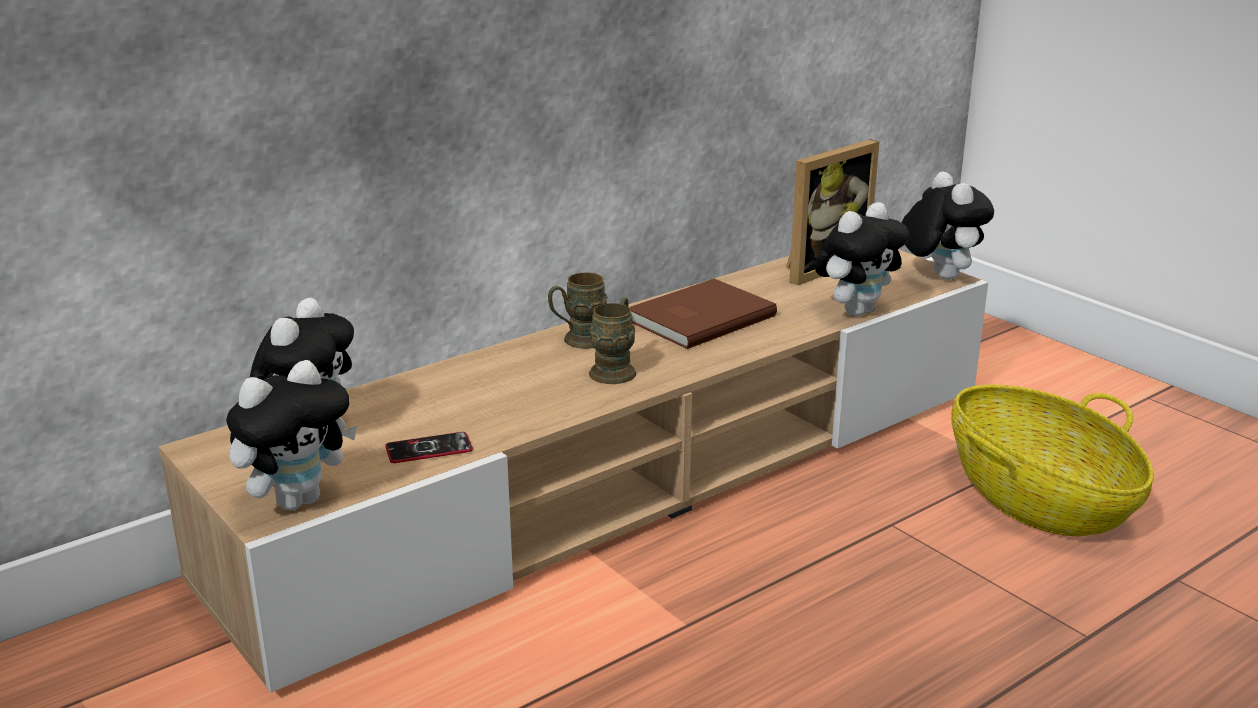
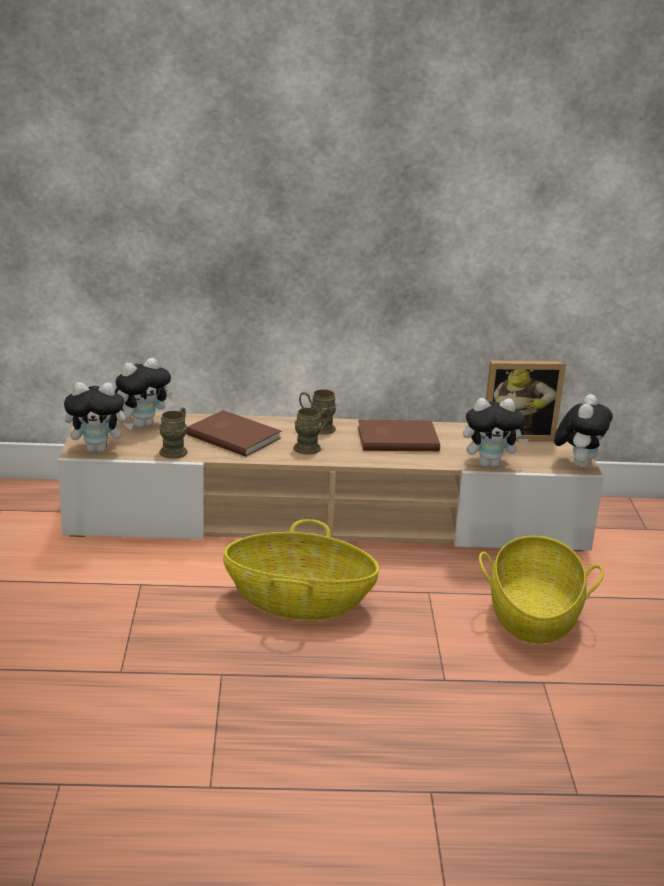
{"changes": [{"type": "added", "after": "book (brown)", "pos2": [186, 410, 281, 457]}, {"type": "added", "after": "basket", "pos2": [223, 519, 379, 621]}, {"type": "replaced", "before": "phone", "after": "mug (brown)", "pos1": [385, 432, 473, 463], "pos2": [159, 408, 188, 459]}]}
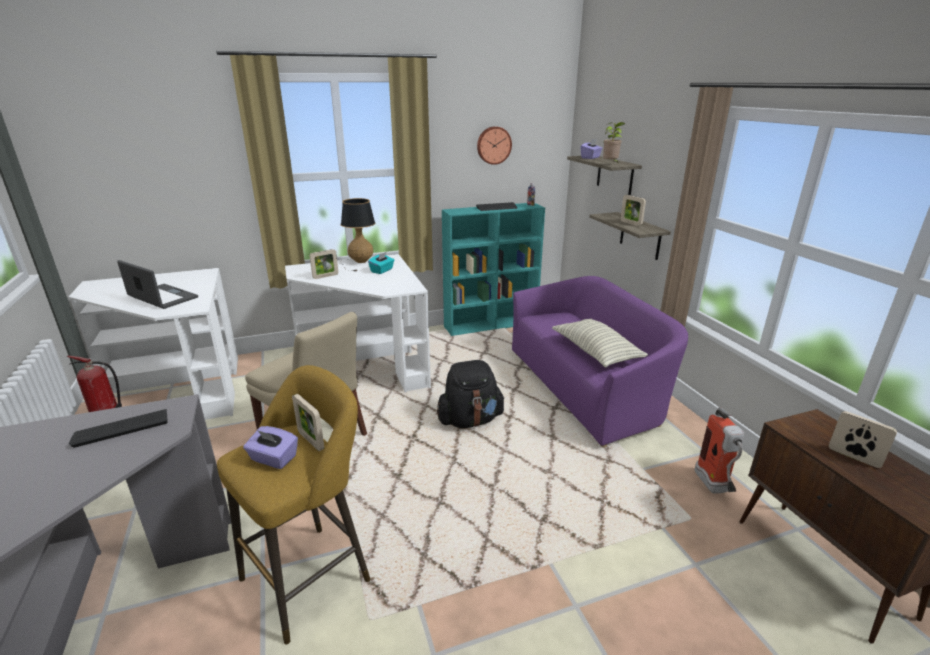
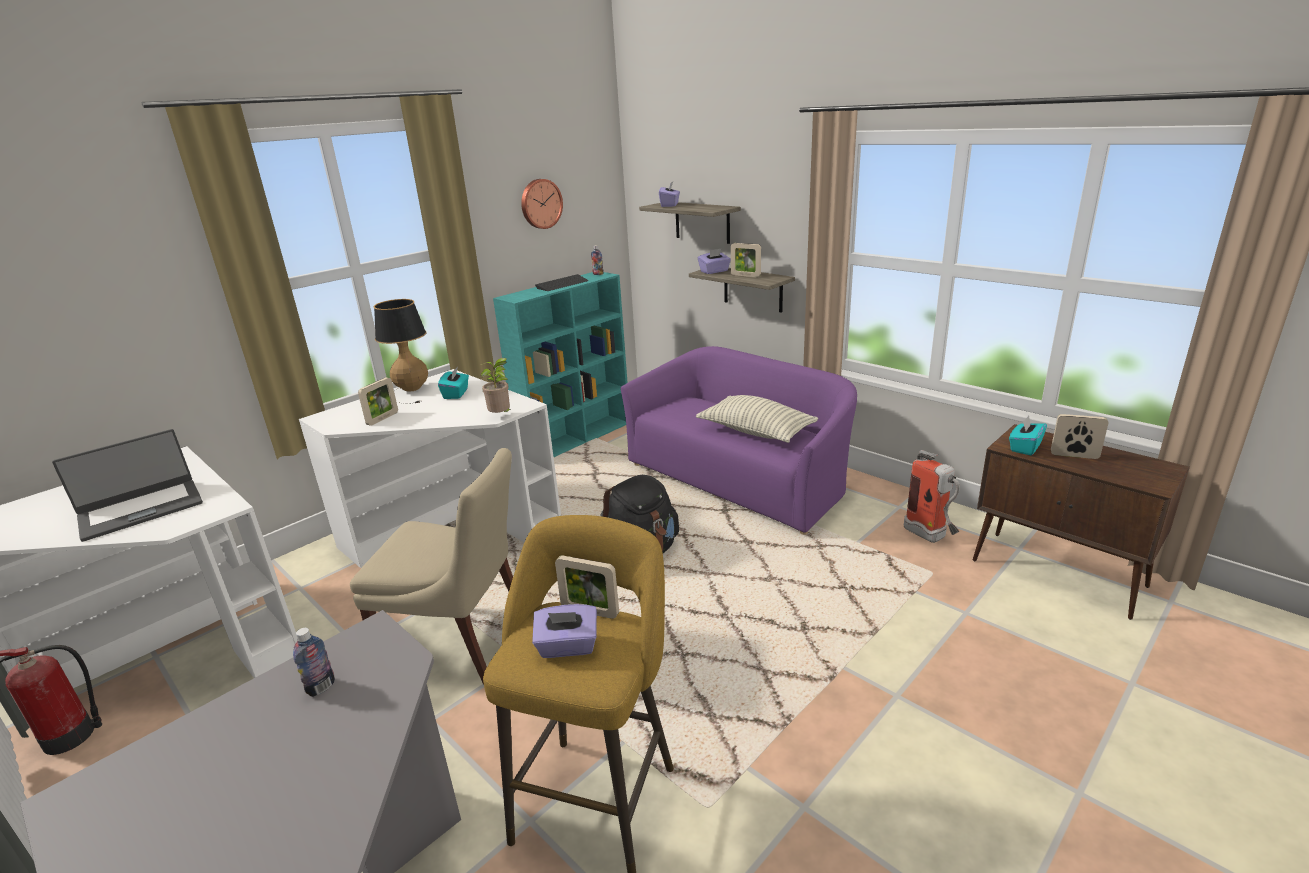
{"changes": [{"type": "added", "after": "tissue box (purple)", "pos2": [698, 249, 731, 274]}, {"type": "added", "after": "tissue box (turquoise)", "pos2": [1009, 416, 1047, 455]}, {"type": "moved", "before": "potted plant", "pos1": [603, 122, 625, 162], "pos2": [481, 358, 512, 413]}, {"type": "replaced", "before": "keyboard", "after": "bottle", "pos1": [69, 409, 168, 448], "pos2": [293, 628, 335, 697]}, {"type": "turned", "before": "laptop", "pos1": [117, 260, 198, 309], "pos2": [52, 429, 203, 542], "turn": 135}]}
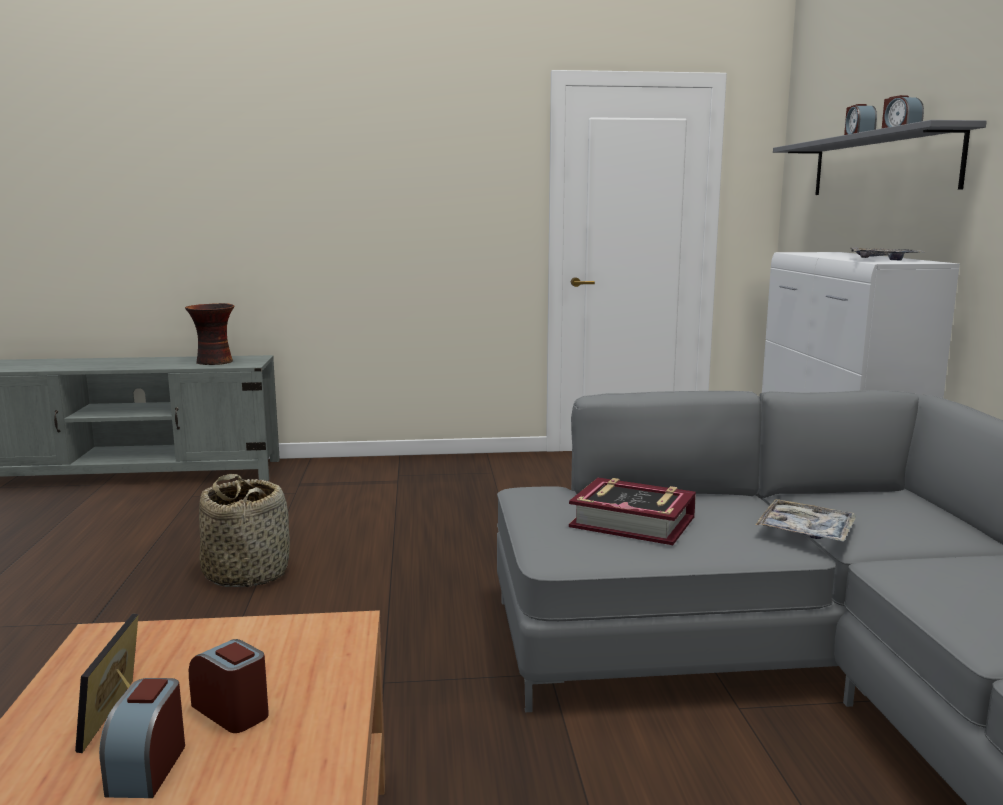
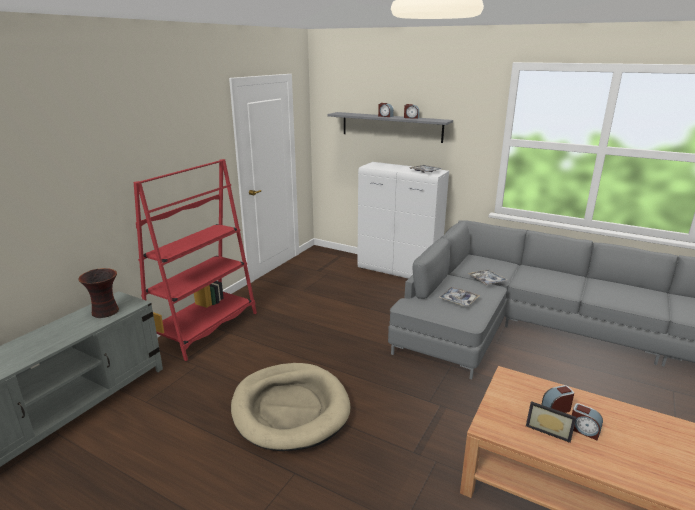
{"changes": [{"type": "added", "after": "bookcase (red)", "pos2": [134, 159, 257, 361]}, {"type": "replaced", "before": "basket", "after": "dog bed (beige)", "pos1": [199, 474, 290, 587], "pos2": [231, 363, 351, 451]}, {"type": "replaced", "before": "book", "after": "tray", "pos1": [569, 478, 696, 545], "pos2": [439, 287, 480, 307]}]}
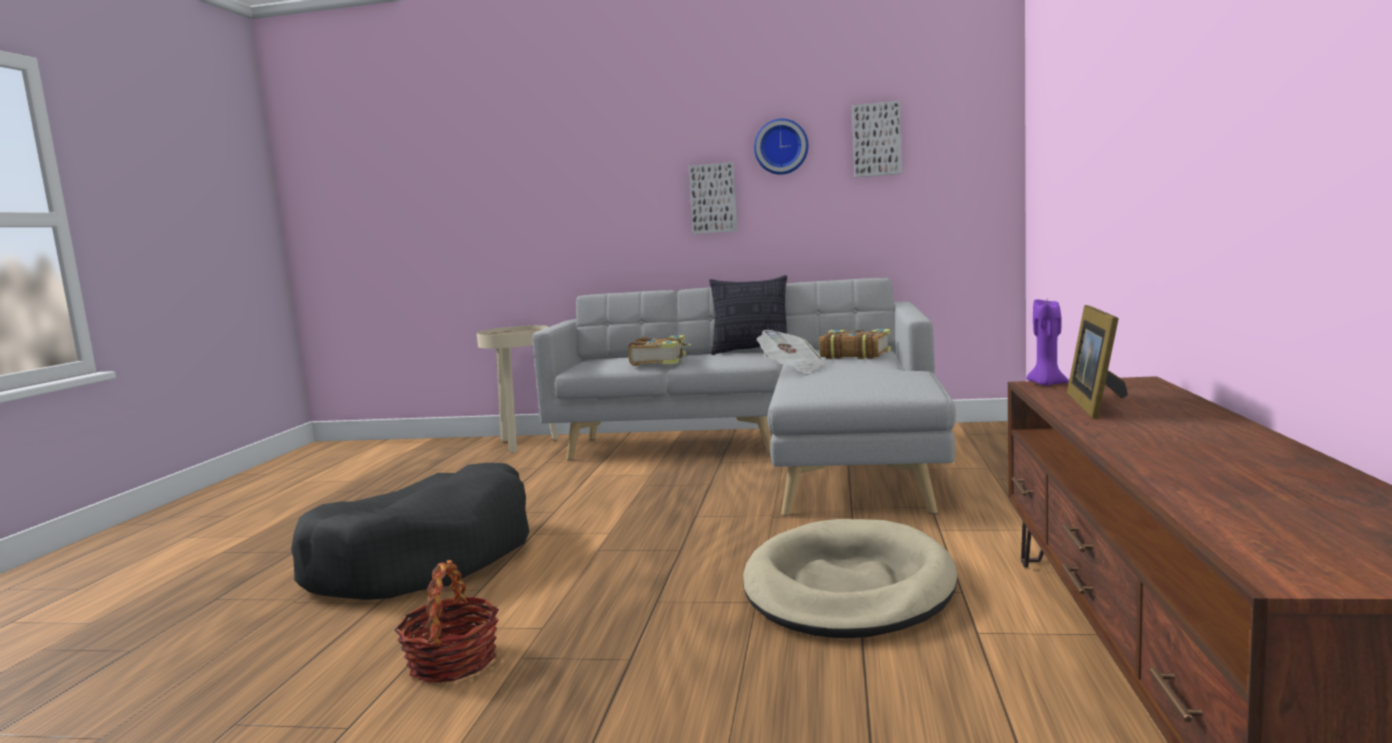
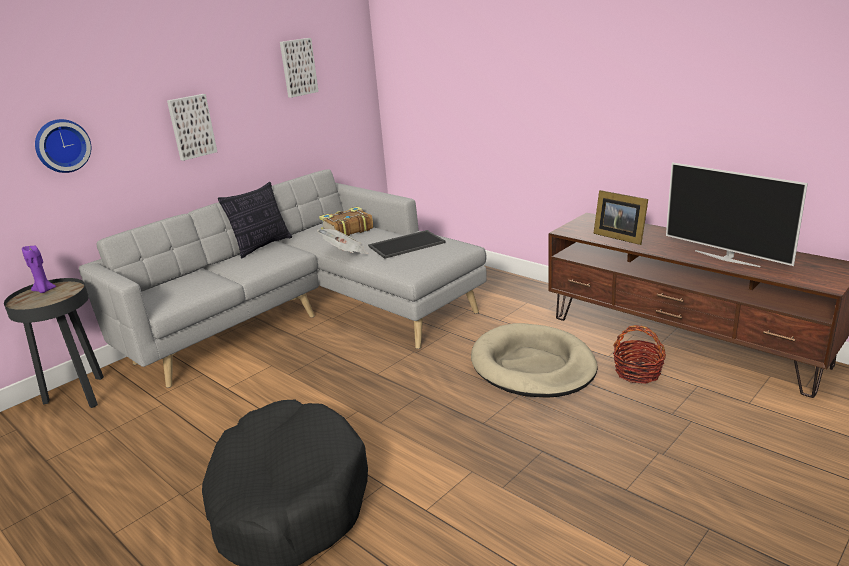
{"changes": [{"type": "removed", "before": "book", "pos1": [628, 335, 691, 366]}, {"type": "added", "after": "tray", "pos2": [368, 230, 446, 259]}, {"type": "added", "after": "television", "pos2": [666, 163, 808, 267]}, {"type": "moved", "before": "basket", "pos1": [395, 560, 499, 683], "pos2": [613, 325, 666, 384]}, {"type": "moved", "before": "wall clock", "pos1": [754, 119, 808, 175], "pos2": [35, 119, 91, 173]}, {"type": "moved", "before": "candle (purple)", "pos1": [1026, 299, 1069, 386], "pos2": [22, 246, 56, 293]}, {"type": "recoloured", "before": "side table (beige)", "after": "side table (black)", "pos1": [477, 325, 558, 453], "pos2": [4, 278, 104, 408]}]}
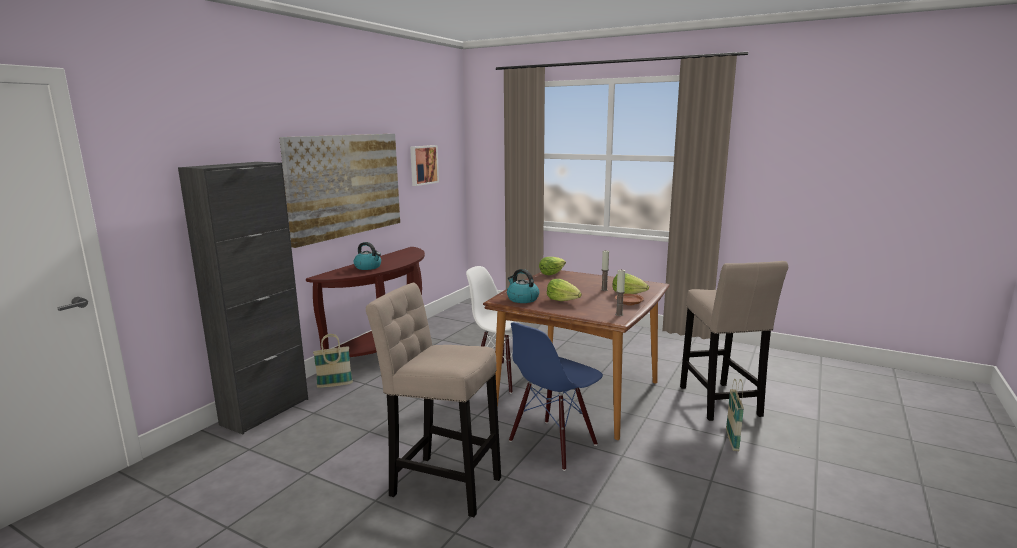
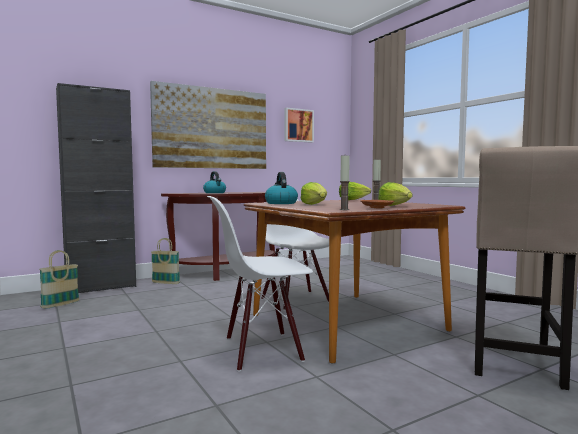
{"changes": [{"type": "removed", "before": "stool (beige)", "pos1": [366, 283, 501, 517]}, {"type": "moved", "before": "basket", "pos1": [726, 379, 744, 451], "pos2": [39, 250, 79, 309]}, {"type": "recoloured", "before": "chair (blue)", "after": "chair (white)", "pos1": [509, 322, 603, 471], "pos2": [207, 196, 313, 372]}]}
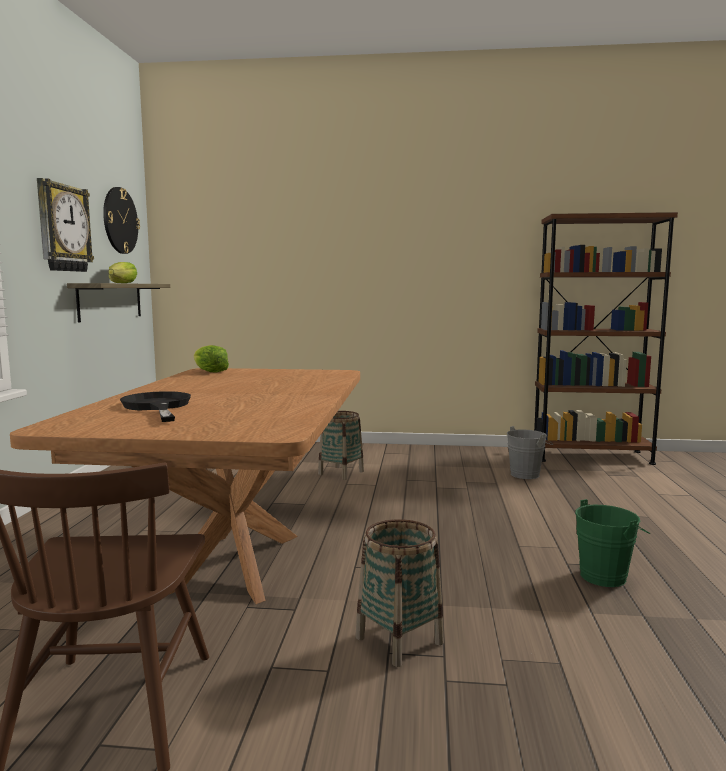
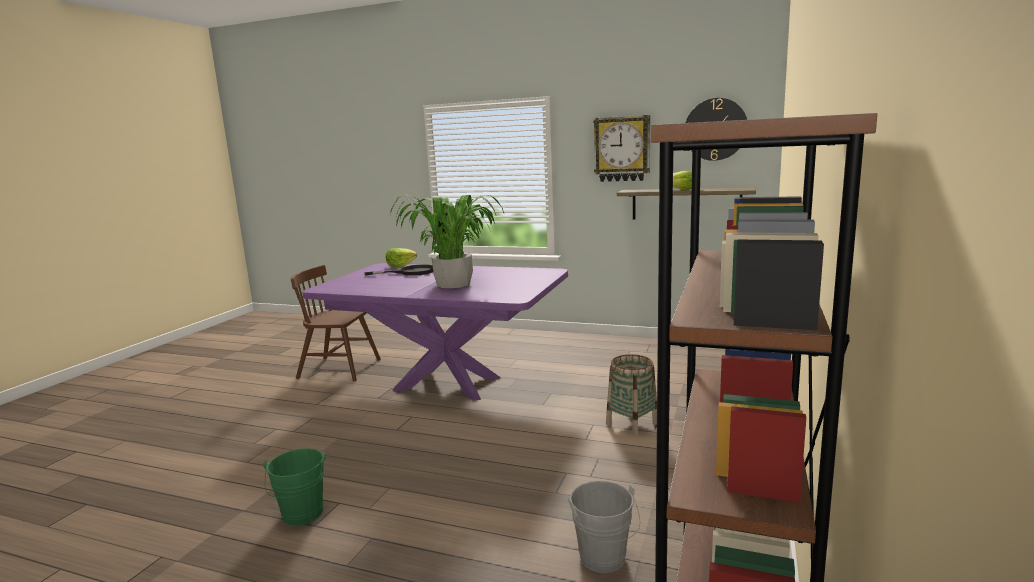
{"changes": [{"type": "removed", "before": "basket", "pos1": [355, 519, 444, 667]}, {"type": "added", "after": "potted plant", "pos2": [390, 195, 504, 288]}, {"type": "moved", "before": "lettuce", "pos1": [194, 345, 229, 372], "pos2": [386, 248, 417, 267]}, {"type": "recoloured", "before": "dining table (brown)", "after": "dining table (purple)", "pos1": [10, 368, 360, 604], "pos2": [302, 263, 568, 401]}]}
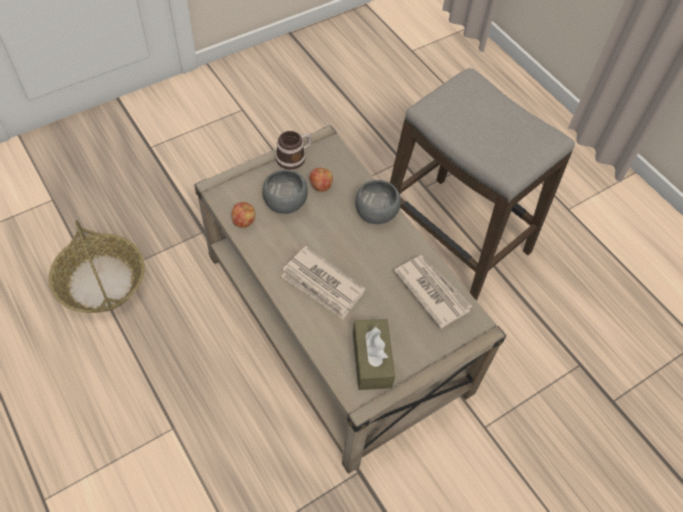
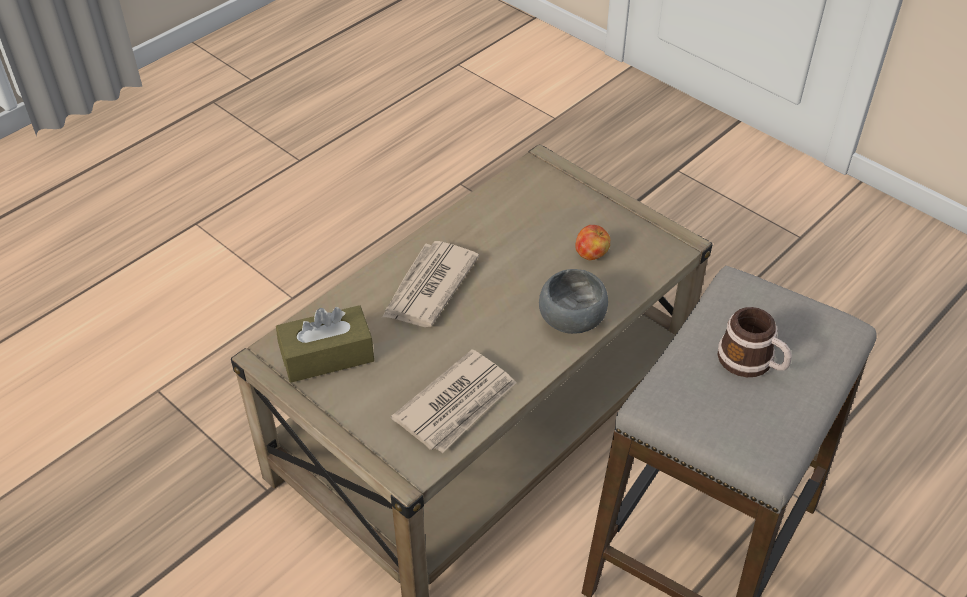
{"changes": [{"type": "removed", "before": "basket", "pos1": [49, 220, 145, 313]}, {"type": "removed", "before": "apple", "pos1": [231, 202, 255, 228]}, {"type": "removed", "before": "bowl (grey)", "pos1": [262, 169, 308, 214]}, {"type": "moved", "before": "mug", "pos1": [275, 131, 312, 170], "pos2": [717, 307, 792, 377]}]}
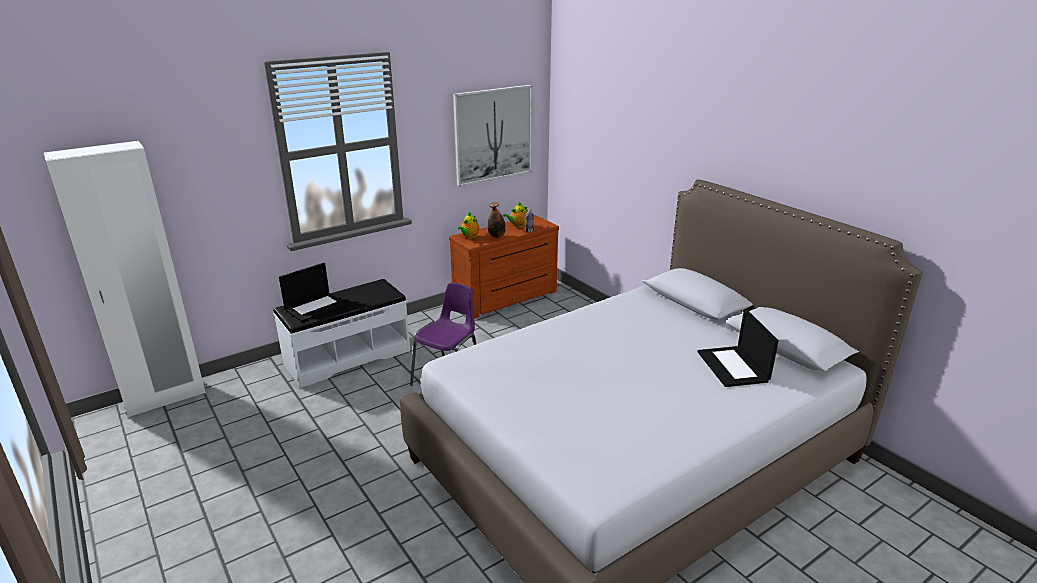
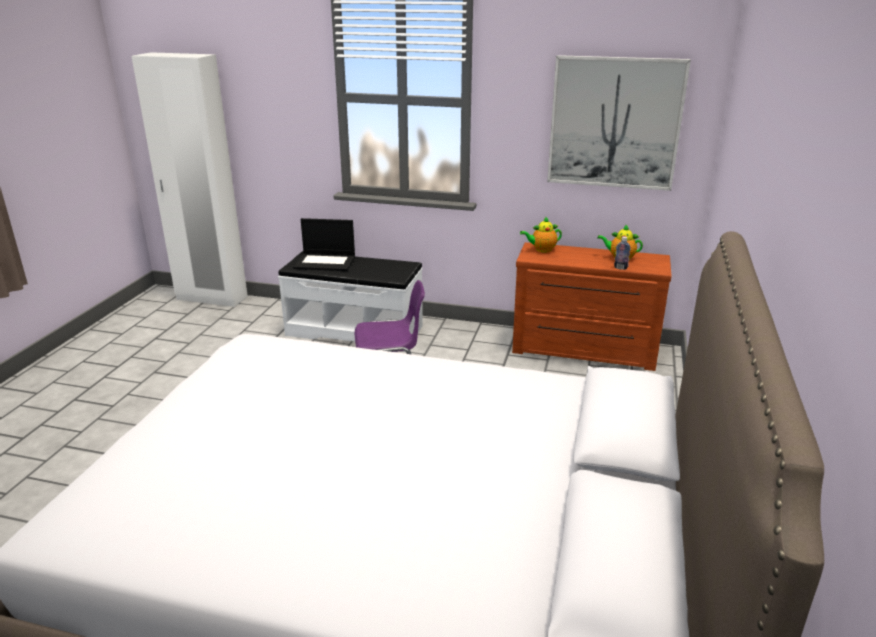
{"changes": [{"type": "removed", "before": "bottle", "pos1": [488, 202, 506, 238]}, {"type": "removed", "before": "laptop", "pos1": [697, 309, 779, 387]}]}
